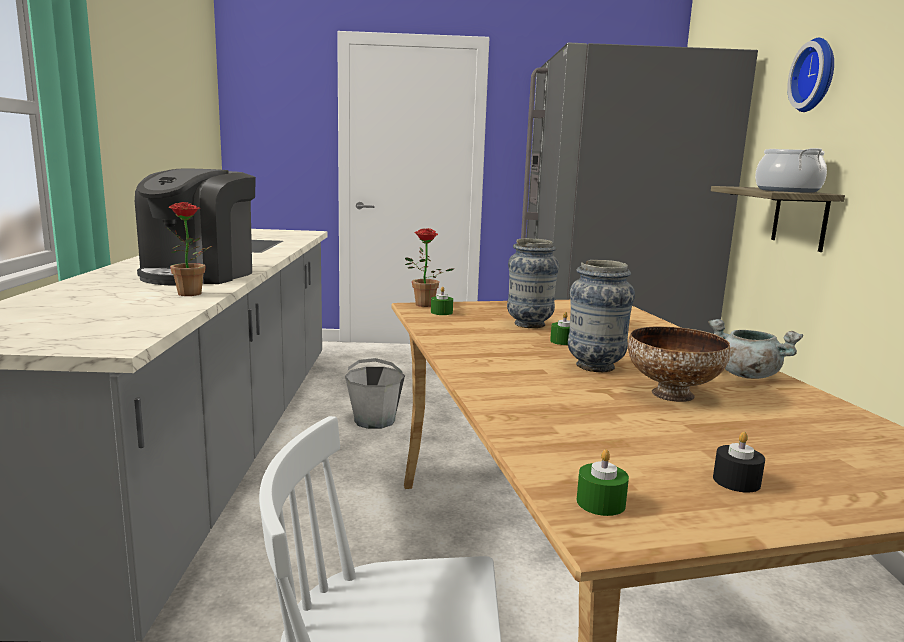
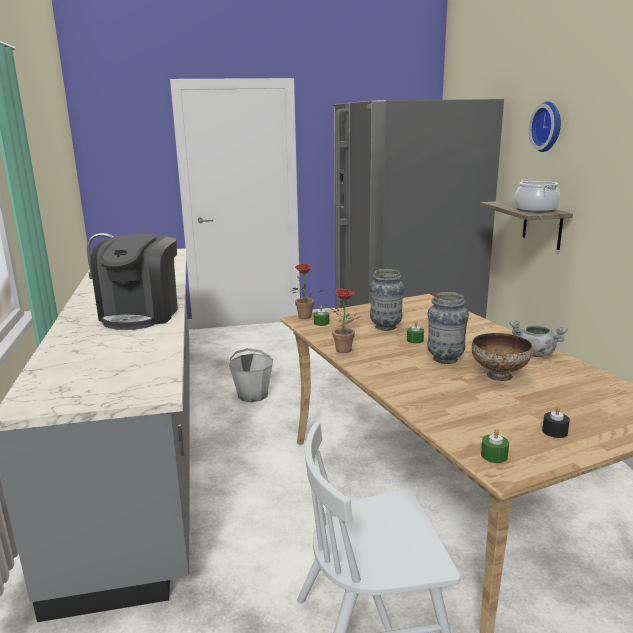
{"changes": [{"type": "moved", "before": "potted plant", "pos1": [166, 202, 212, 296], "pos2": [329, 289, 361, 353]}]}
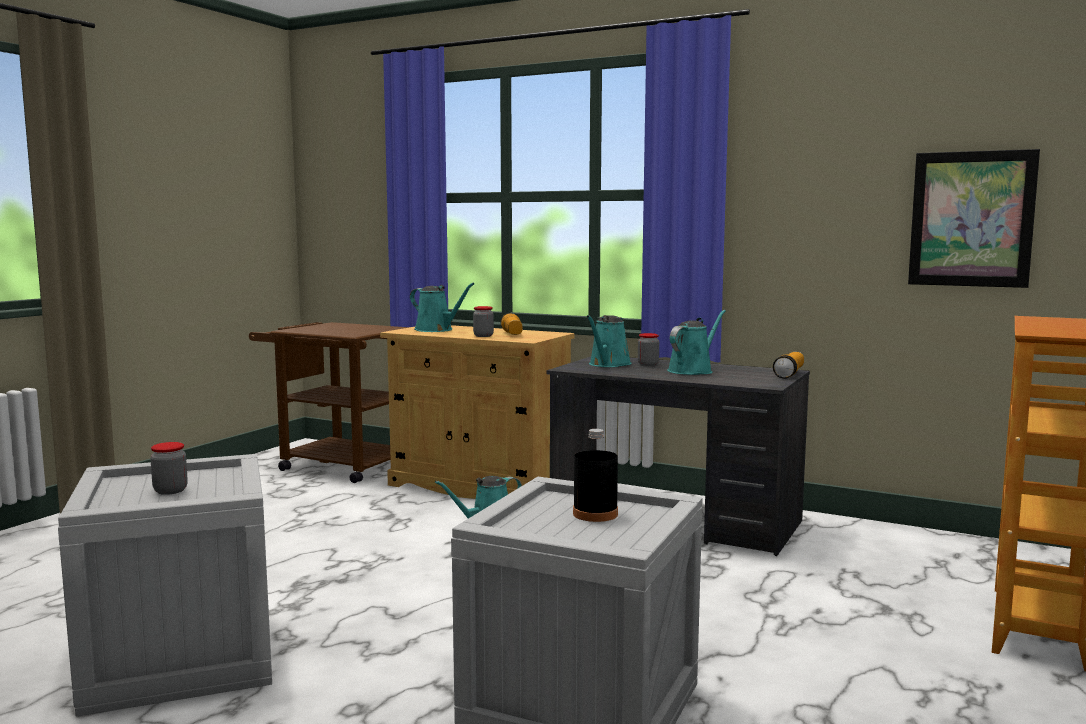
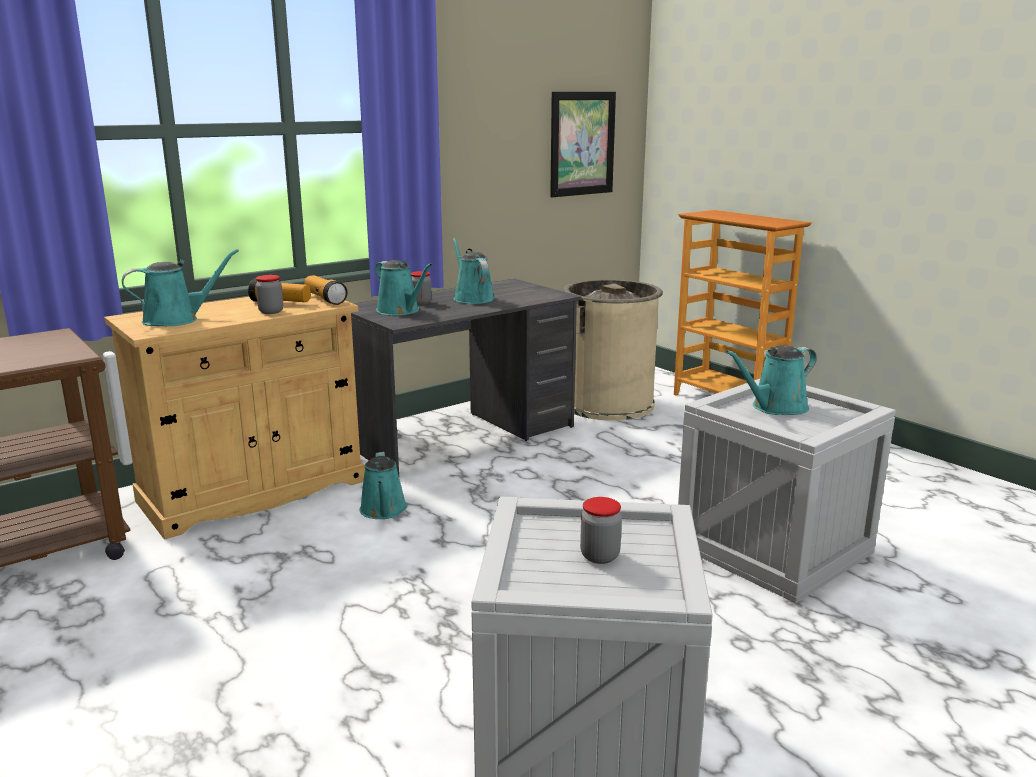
{"changes": [{"type": "added", "after": "trash can (beige)", "pos2": [563, 279, 663, 421]}, {"type": "moved", "before": "flashlight", "pos1": [773, 352, 804, 378], "pos2": [304, 275, 348, 305]}, {"type": "replaced", "before": "bottle (black)", "after": "watering can (turquoise)", "pos1": [573, 429, 618, 522], "pos2": [726, 345, 817, 415]}]}
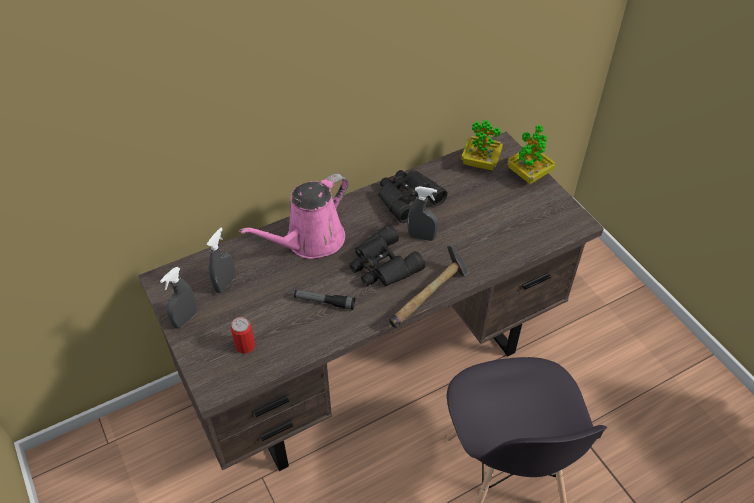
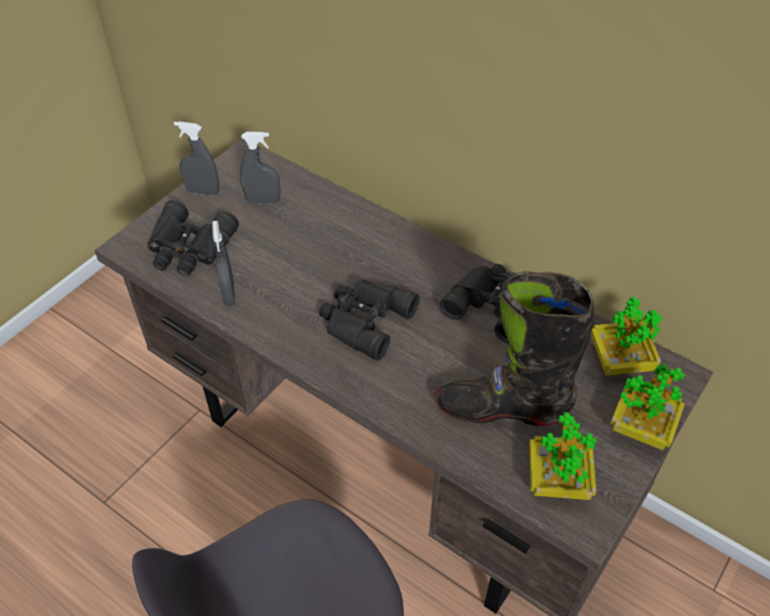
{"changes": [{"type": "removed", "before": "watering can (pink)", "pos1": [239, 174, 349, 259]}, {"type": "removed", "before": "flashlight", "pos1": [294, 290, 355, 310]}, {"type": "removed", "before": "hammer", "pos1": [389, 245, 469, 328]}, {"type": "added", "after": "boot (black)", "pos2": [435, 271, 595, 426]}, {"type": "added", "after": "potted plant", "pos2": [529, 412, 596, 500]}, {"type": "moved", "before": "spray bottle (grey)", "pos1": [407, 186, 438, 241], "pos2": [212, 221, 236, 306]}, {"type": "replaced", "before": "can", "after": "binoculars (black)", "pos1": [231, 317, 255, 354], "pos2": [147, 200, 239, 276]}]}
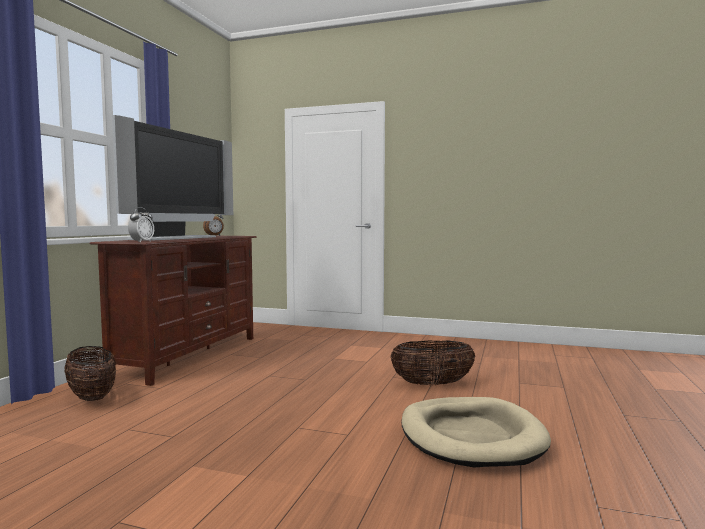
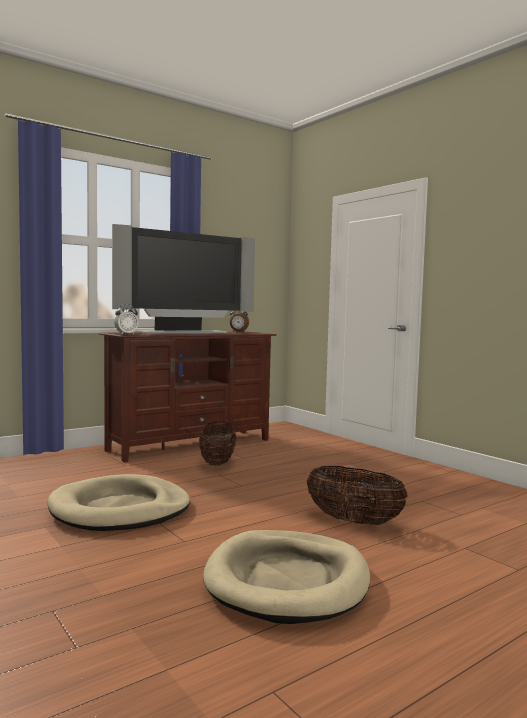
{"changes": [{"type": "added", "after": "dog bed (beige)", "pos2": [47, 474, 190, 531]}, {"type": "moved", "before": "basket", "pos1": [64, 346, 116, 401], "pos2": [199, 421, 236, 466]}]}
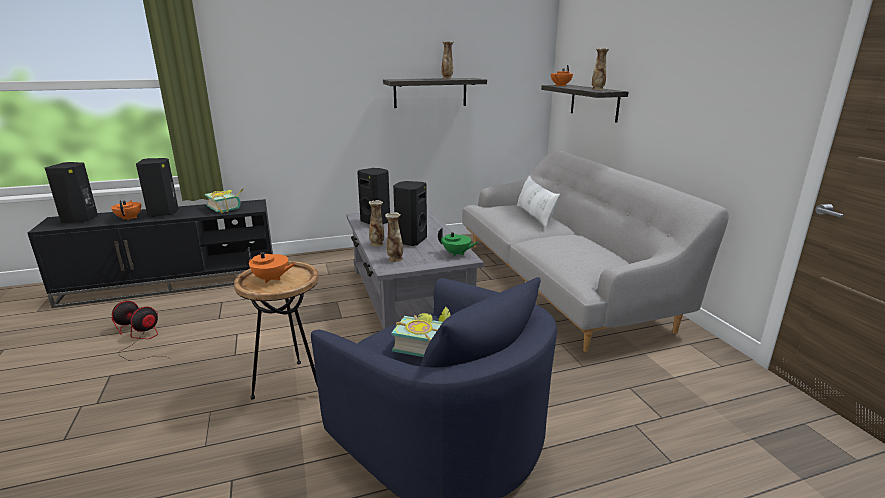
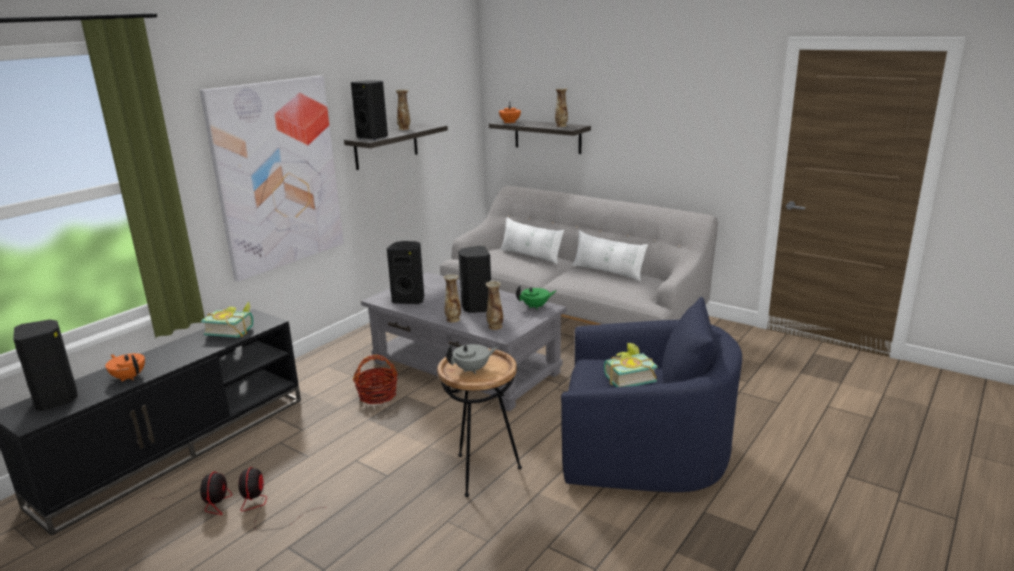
{"changes": [{"type": "added", "after": "picture", "pos2": [200, 76, 344, 281]}, {"type": "added", "after": "basket", "pos2": [353, 355, 398, 404]}, {"type": "added", "after": "pillow (white)", "pos2": [572, 230, 648, 281]}, {"type": "moved", "before": "speaker (black)", "pos1": [136, 158, 179, 217], "pos2": [351, 80, 388, 140]}, {"type": "recoloured", "before": "teapot (orange)", "after": "teapot (grey)", "pos1": [244, 247, 296, 283], "pos2": [446, 344, 498, 374]}]}
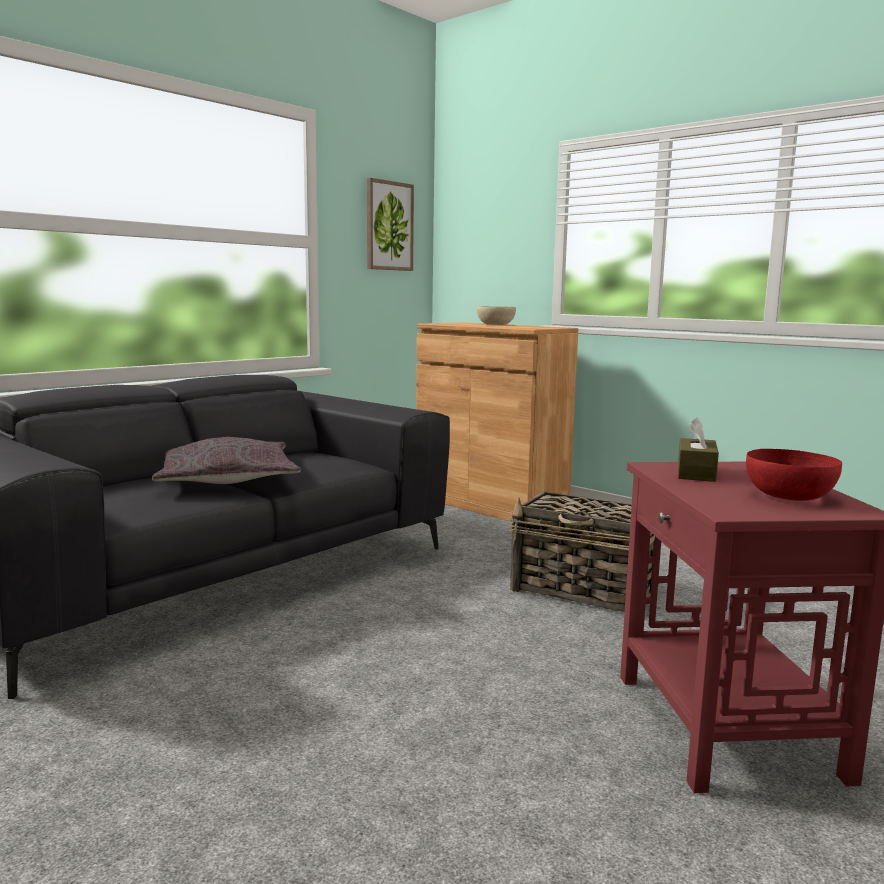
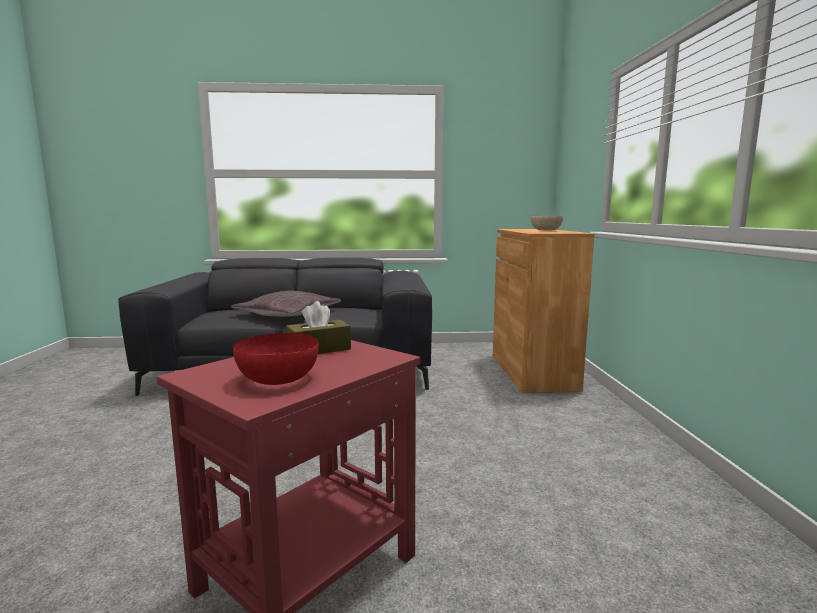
{"changes": [{"type": "removed", "before": "picture", "pos1": [367, 178, 414, 271]}, {"type": "removed", "before": "basket", "pos1": [509, 491, 655, 612]}]}
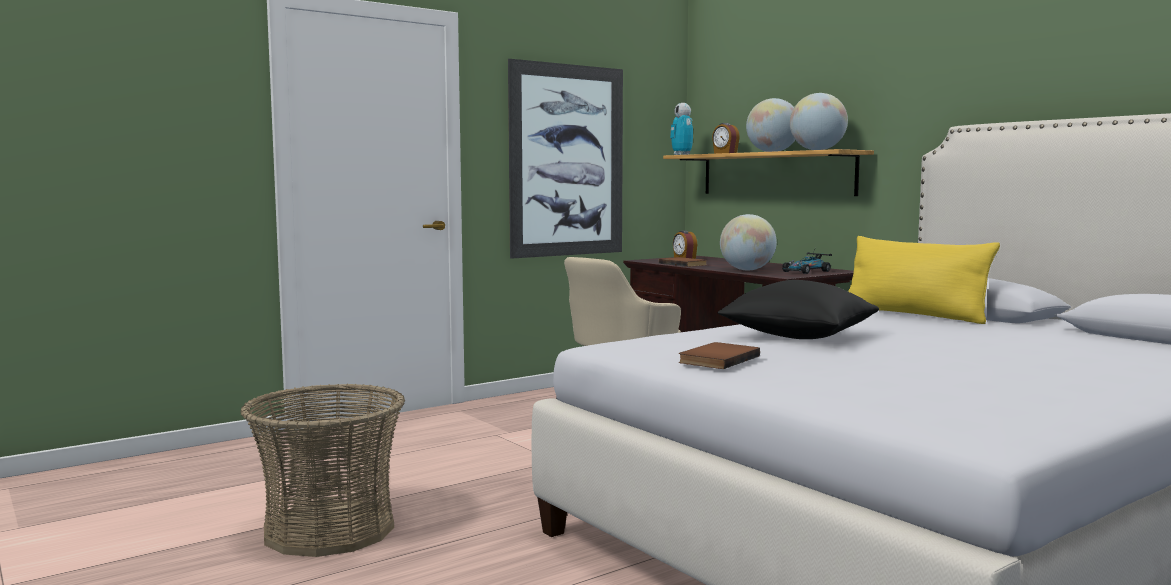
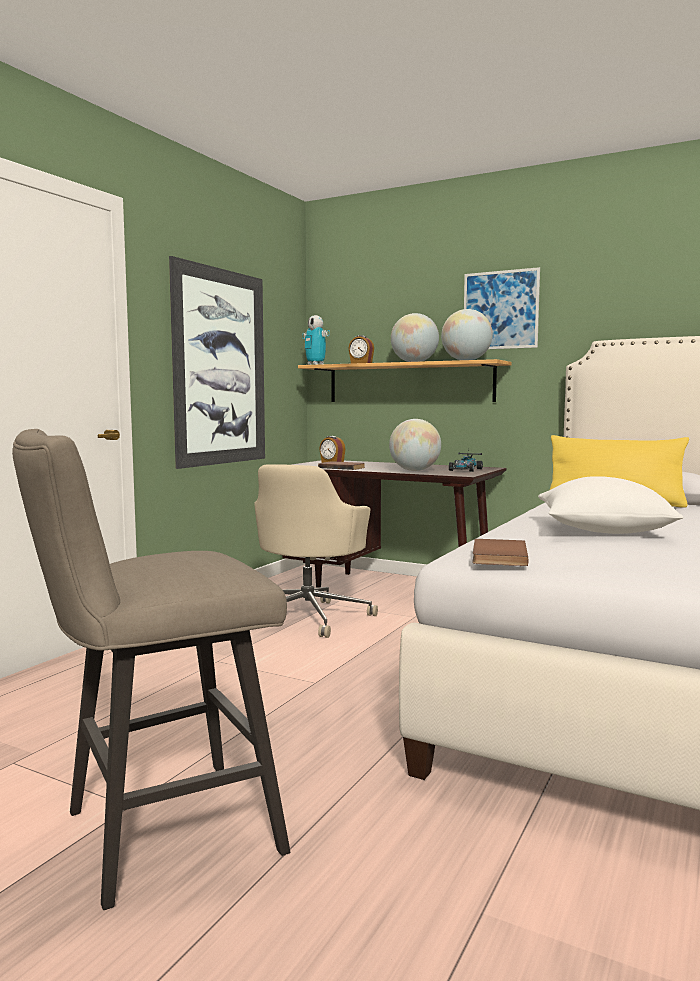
{"changes": [{"type": "added", "after": "picture", "pos2": [464, 267, 540, 349]}, {"type": "moved", "before": "book (brown)", "pos1": [679, 342, 760, 369], "pos2": [472, 539, 529, 566]}, {"type": "replaced", "before": "basket", "after": "stool (beige)", "pos1": [241, 384, 405, 557], "pos2": [12, 429, 290, 910]}, {"type": "recoloured", "before": "pillow (black)", "after": "pillow (white)", "pos1": [717, 280, 879, 339], "pos2": [538, 476, 683, 534]}]}
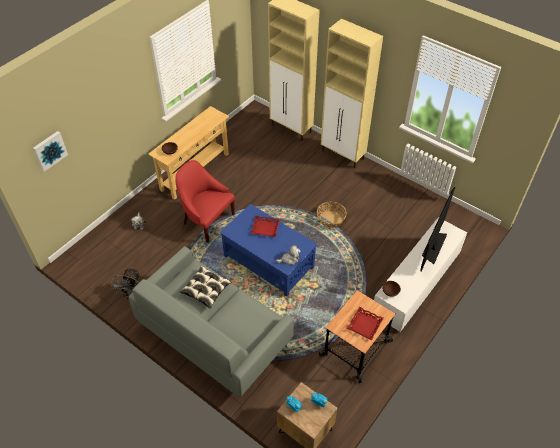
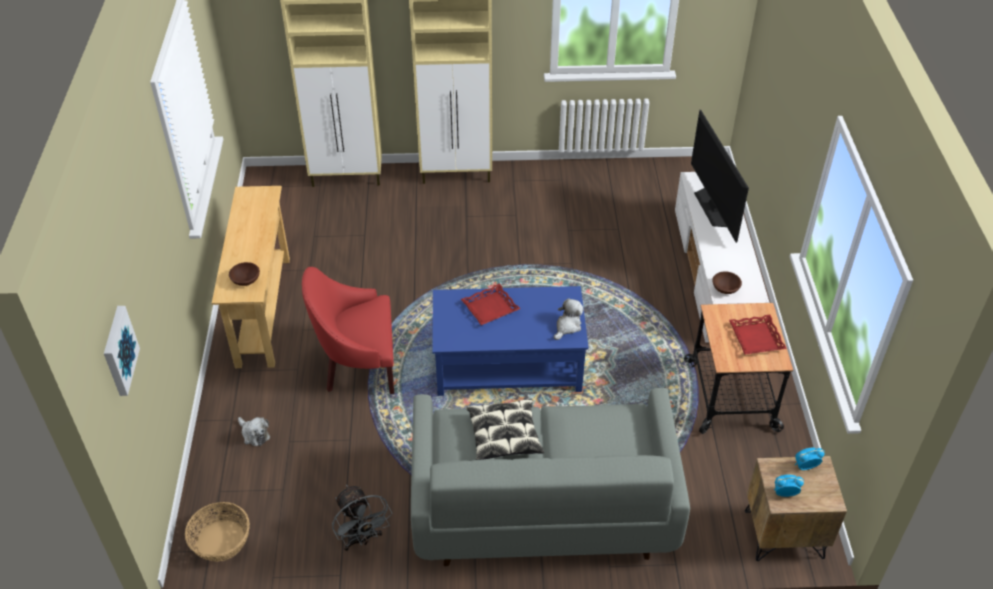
{"changes": [{"type": "moved", "before": "basket", "pos1": [317, 201, 347, 228], "pos2": [185, 502, 250, 562]}]}
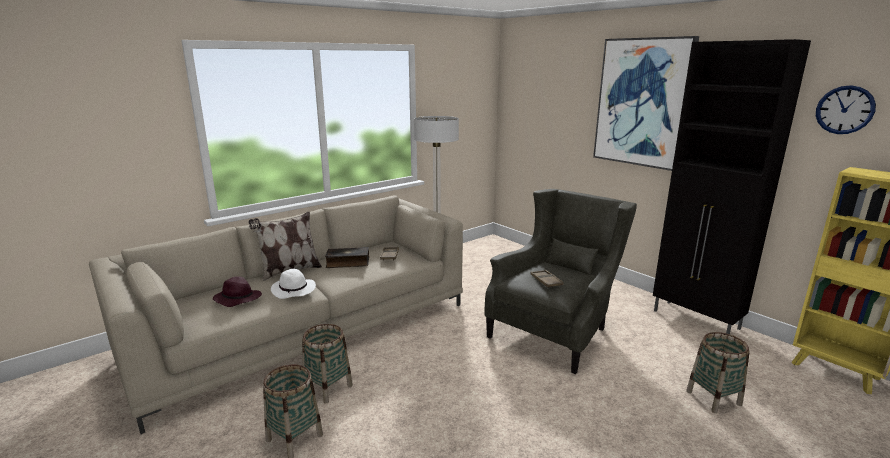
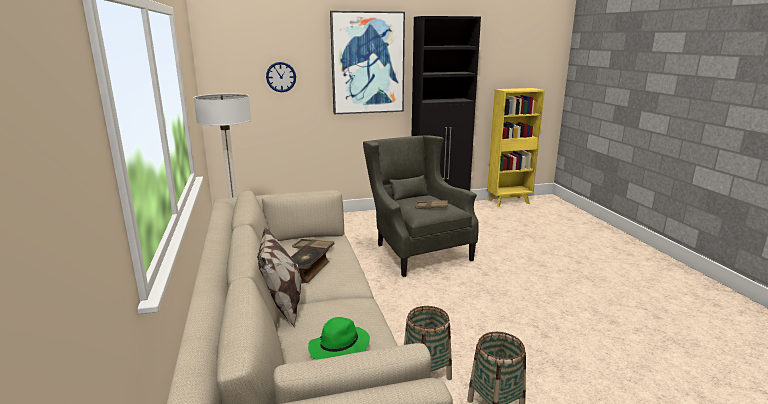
{"changes": [{"type": "removed", "before": "hat (white)", "pos1": [271, 269, 316, 299]}, {"type": "removed", "before": "basket", "pos1": [686, 332, 750, 413]}, {"type": "moved", "before": "wall clock", "pos1": [816, 85, 876, 134], "pos2": [266, 62, 296, 92]}, {"type": "recoloured", "before": "hat (purple)", "after": "hat (green)", "pos1": [213, 277, 262, 307], "pos2": [308, 317, 370, 360]}]}
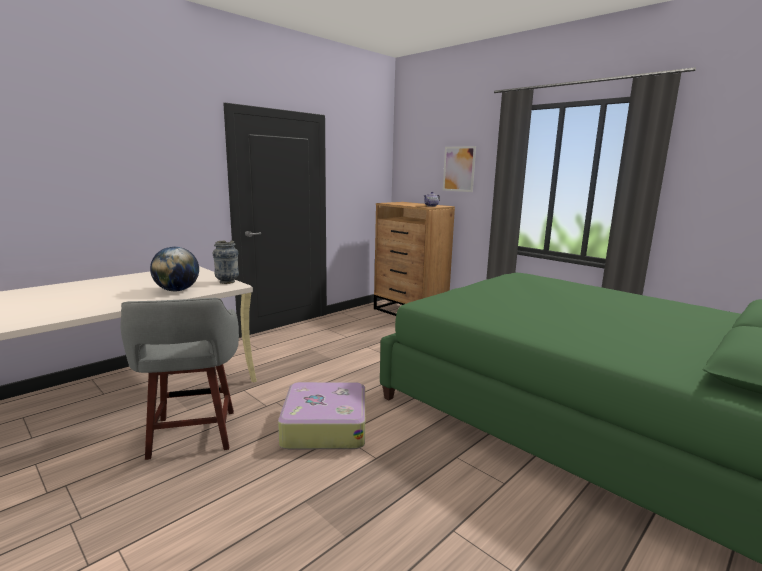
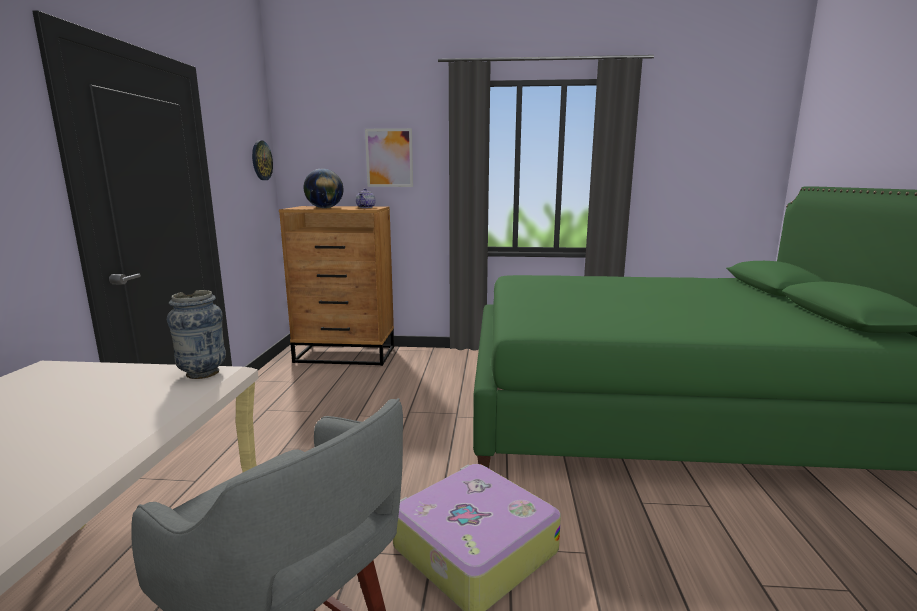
{"changes": [{"type": "added", "after": "wall clock", "pos2": [252, 140, 273, 180]}, {"type": "moved", "before": "globe", "pos1": [150, 247, 199, 291], "pos2": [304, 168, 343, 208]}]}
